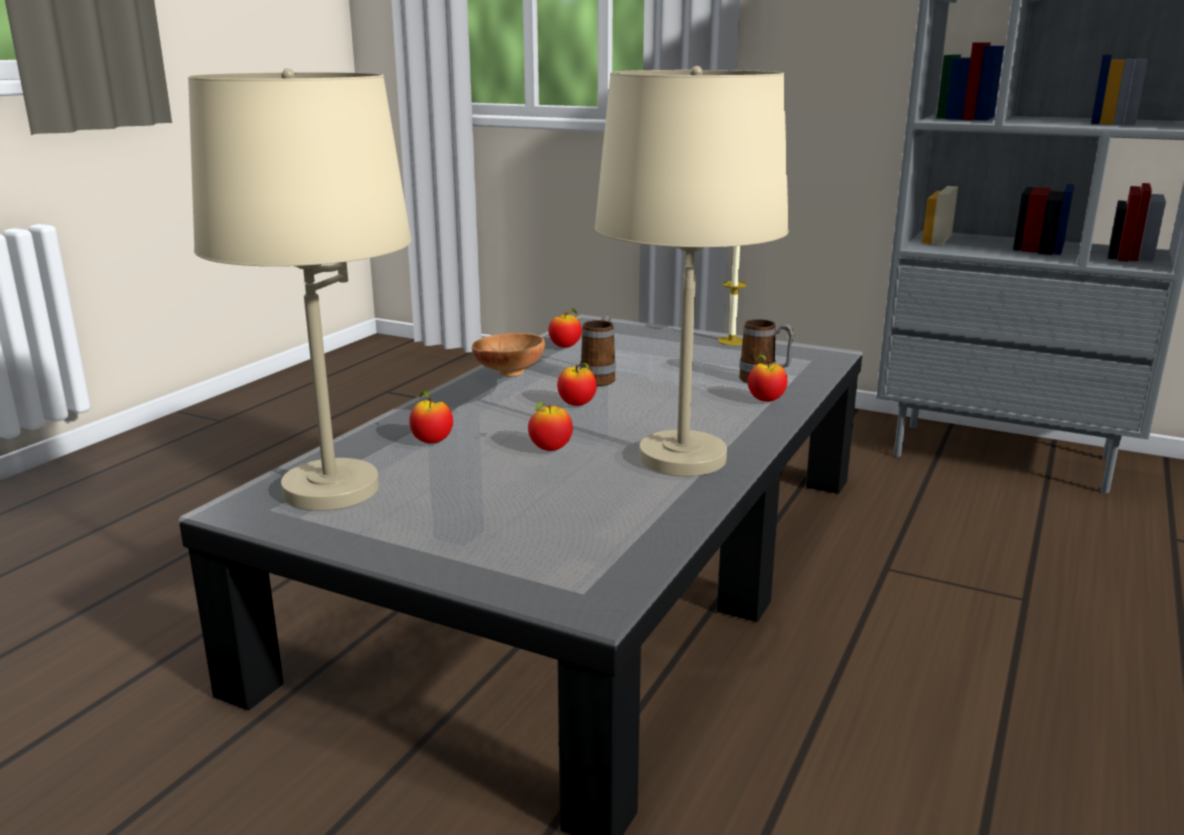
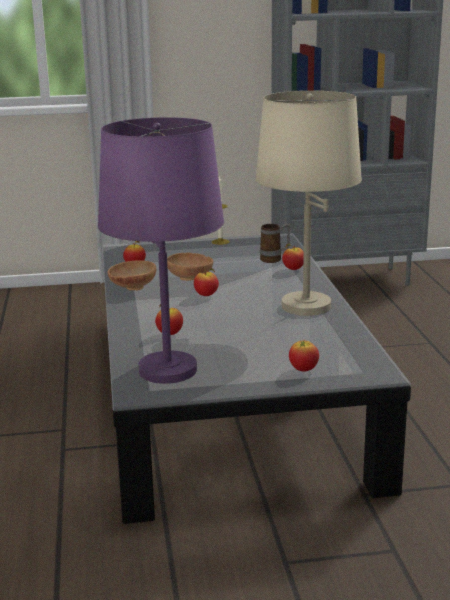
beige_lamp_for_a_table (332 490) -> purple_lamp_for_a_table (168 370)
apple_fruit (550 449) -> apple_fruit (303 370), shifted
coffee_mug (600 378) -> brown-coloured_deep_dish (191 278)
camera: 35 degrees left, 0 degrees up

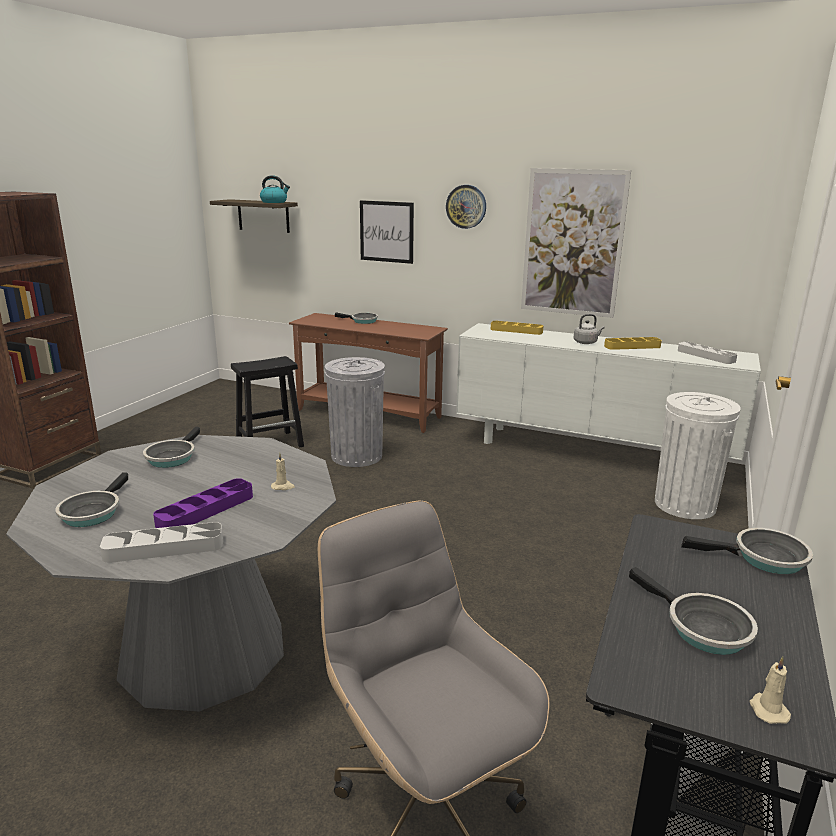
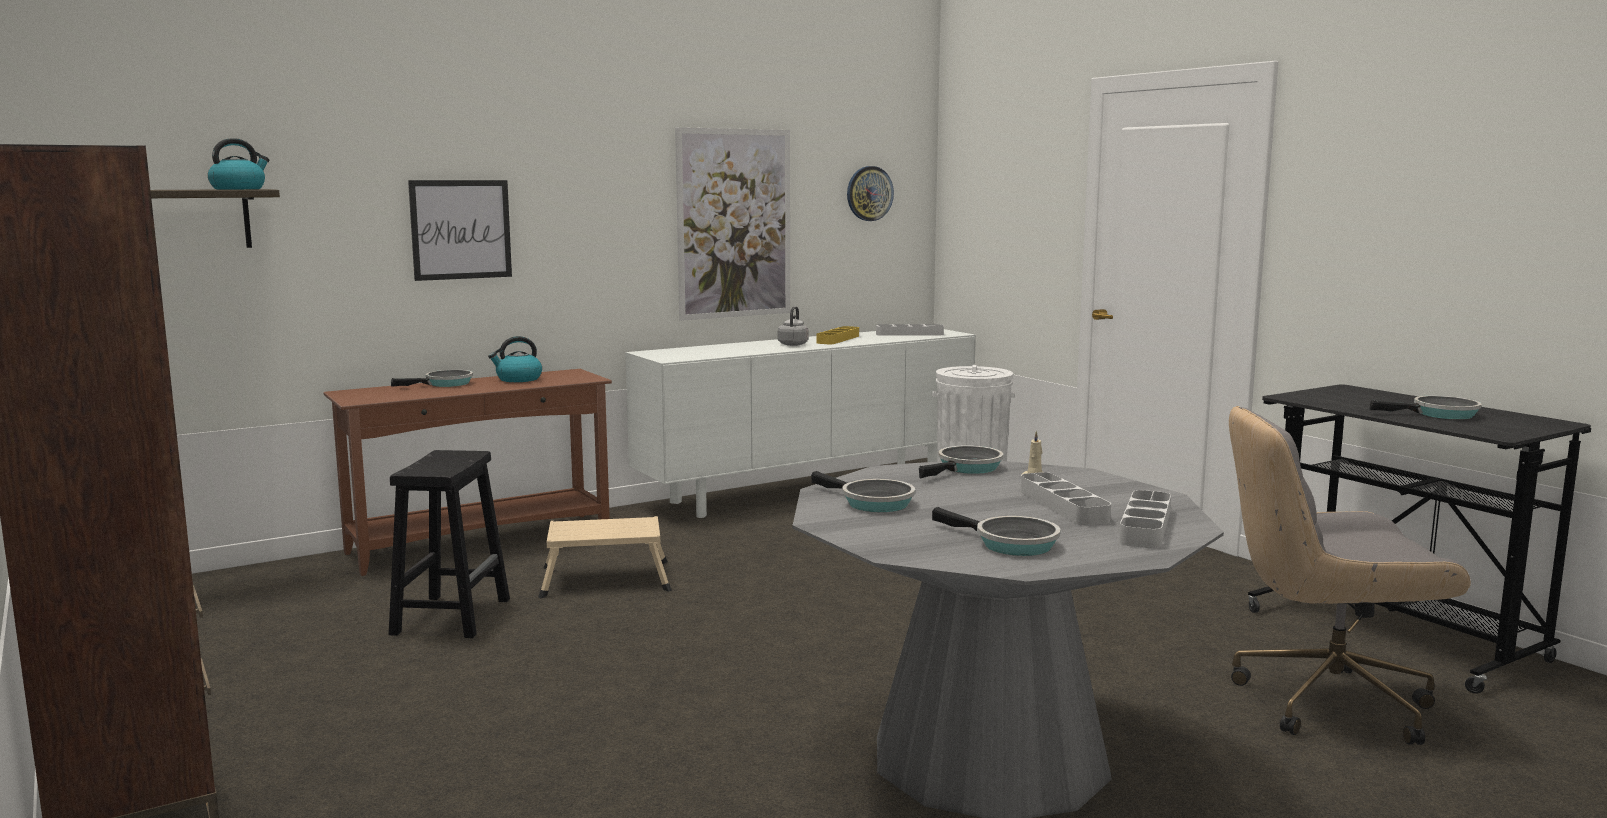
purple_tray (206 510) -> grey_tray (1063 506)
grey_trash_can (357 456) -> beige_stepladder (606 579)
wall_clock (466 206) -> wall_clock (869 193), shifted
yellow_tray (516 330) -> none
frying_pan (763 558) -> frying_pan (967 468), shifted
beige_wax_candle (767 709) -> none
none -> tea_kettle (518 379)
camera: 55 degrees left, 10 degrees down

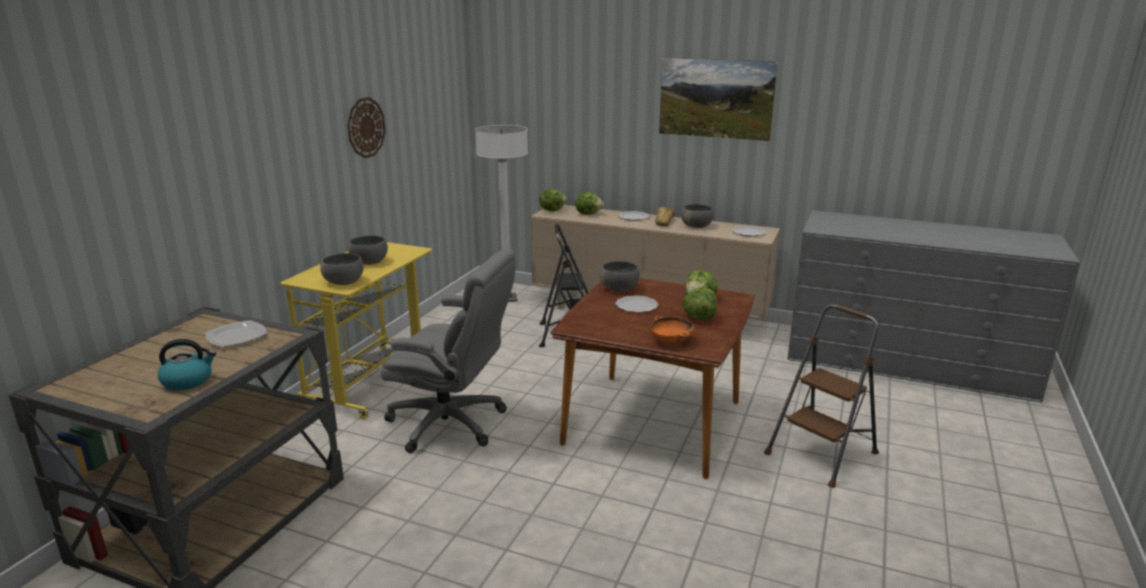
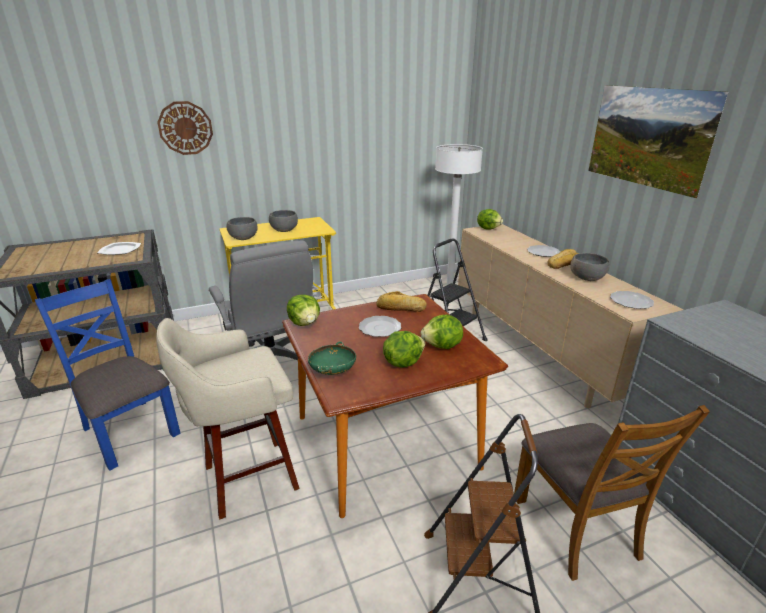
tea_kettle (188 381) -> none
wall_clock (365 127) -> wall_clock (185 128), shifted
lettuce_head (588 214) -> lettuce_head (305 323), shifted
grey_deep_dish (619 289) -> baked_bread (401 308)
orangey_deep_dish (671 341) -> green-coloured_deep_dish (332 371)
none -> bluish_upright_chair (129 431)
none -> beige_stool (246 479)
none -> brown-coloured_upright_chair (576 526)
camera: 45 degrees right, 5 degrees up

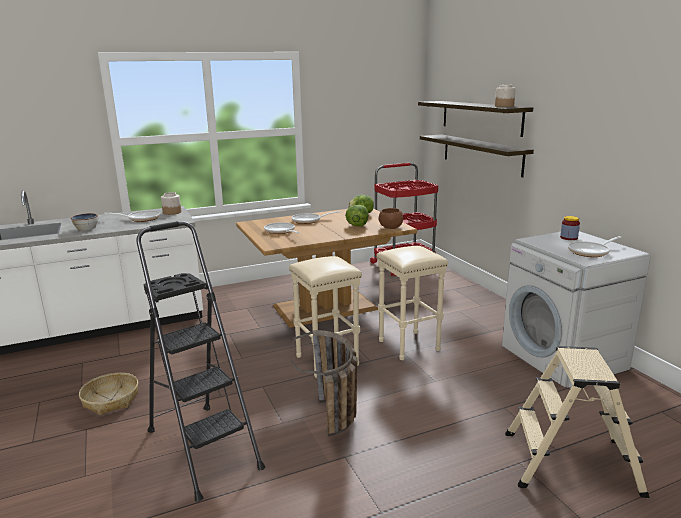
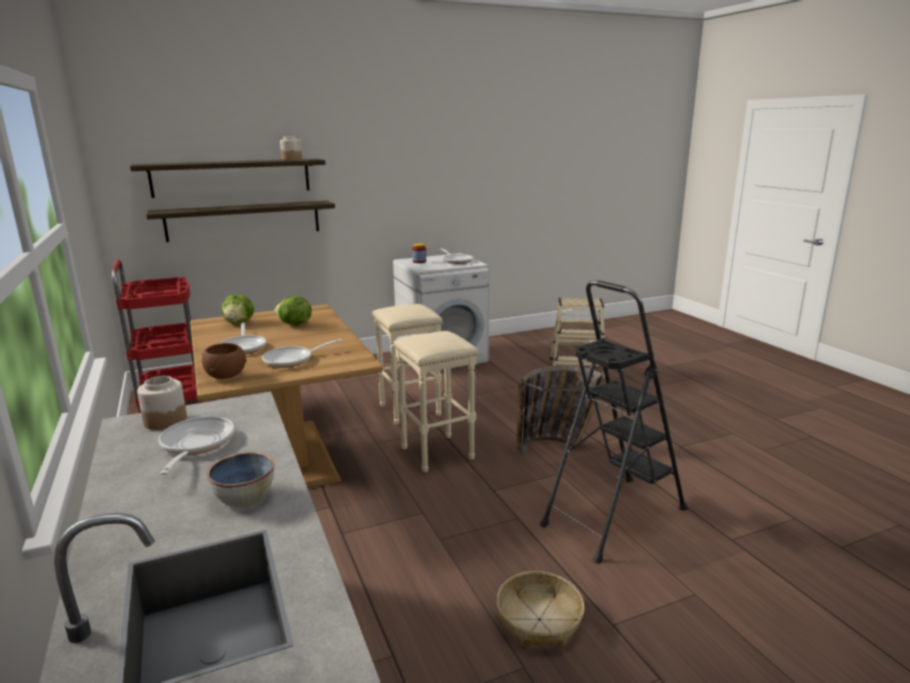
brown-coloured_deep_dish (390 227) -> brown-coloured_deep_dish (225 376), shifted
camera: 90 degrees left, 0 degrees up

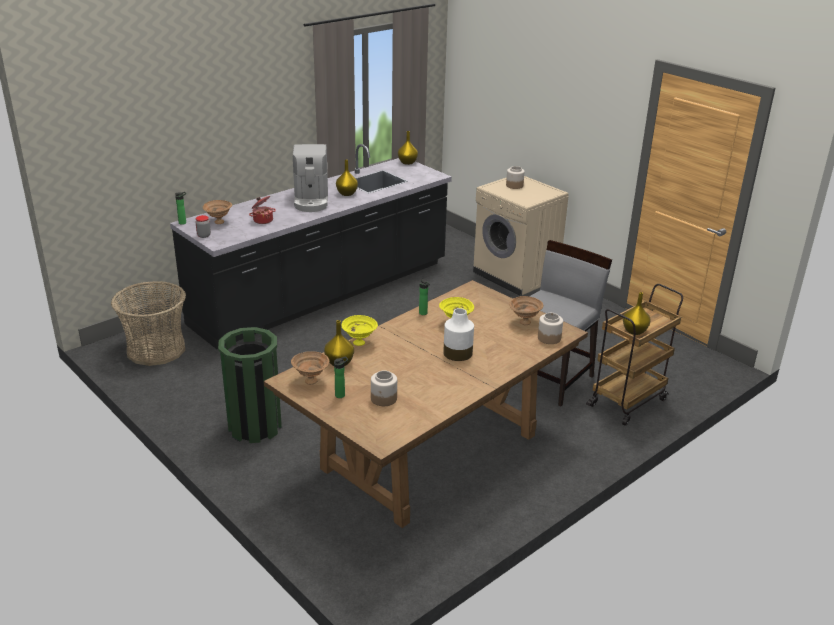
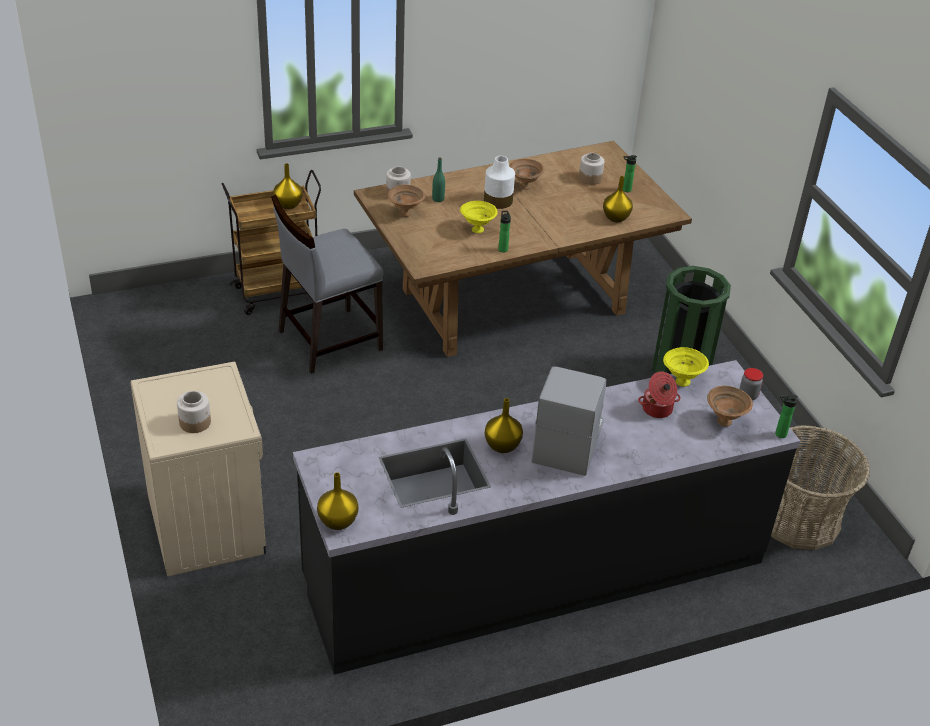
brown-coloured_deep_dish (310 380) -> brown-coloured_deep_dish (525 187), shifted
yellow_deep_dish (360 342) -> yellow_deep_dish (681 382), shifted
none -> green-coloured_bottle (438 199)
camera: 160 degrees left, 10 degrees up

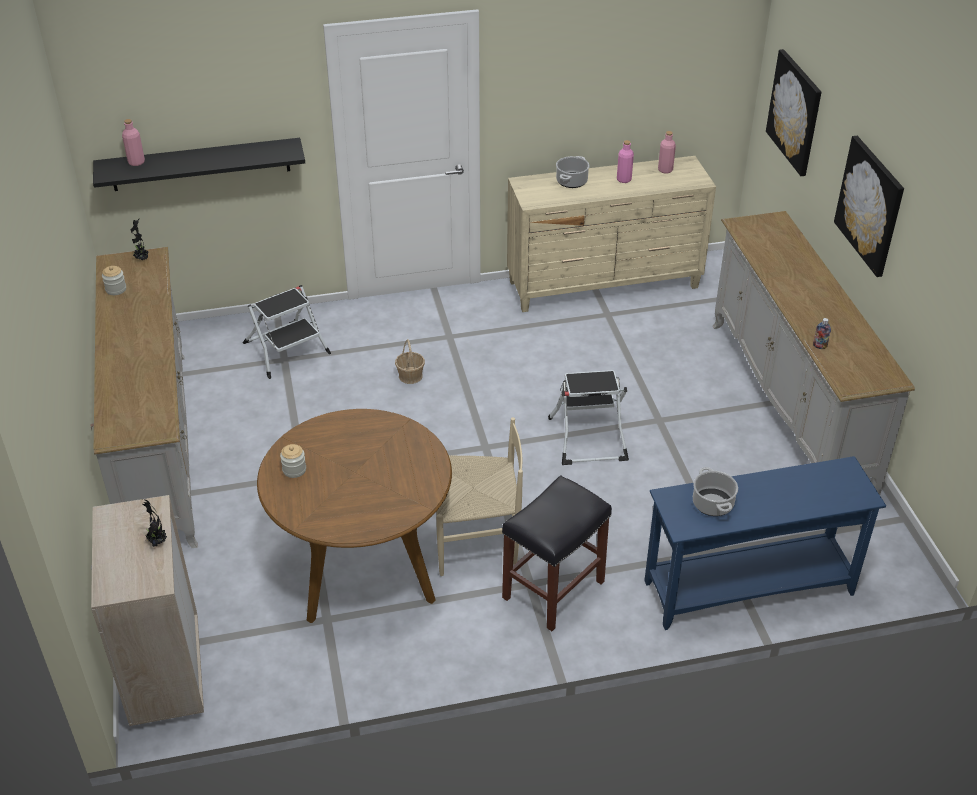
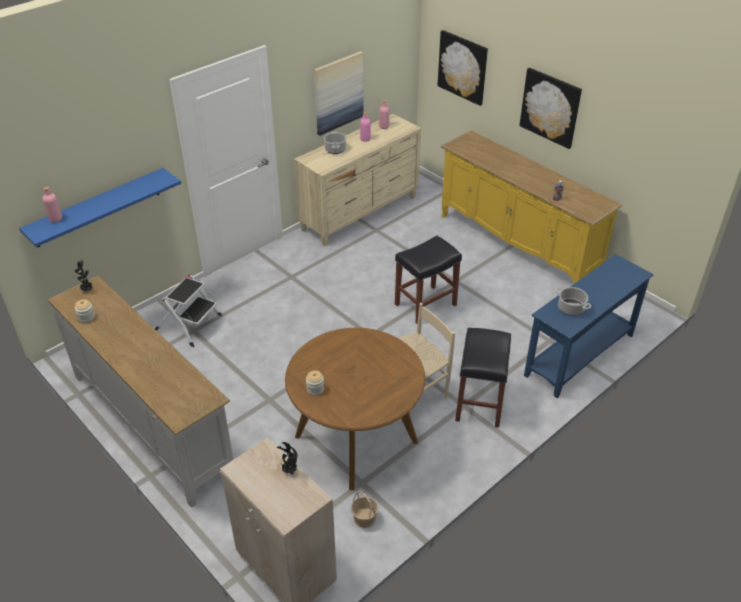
blackish_shelf (200 164) -> bluish_shelf (97 208)
storage_basket (410 376) -> storage_basket (364 518), shifted
stepladder (589 436) -> blackish_stool (425 305)
grey_storage_cabinet (788 404) -> yellow_storage_cabinet (516 246)
none -> wall_art (338 93)
camera: 30 degrees left, 0 degrees up

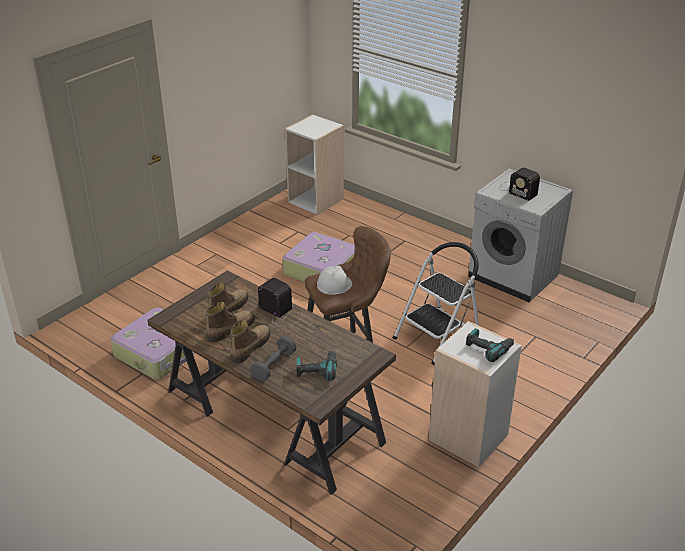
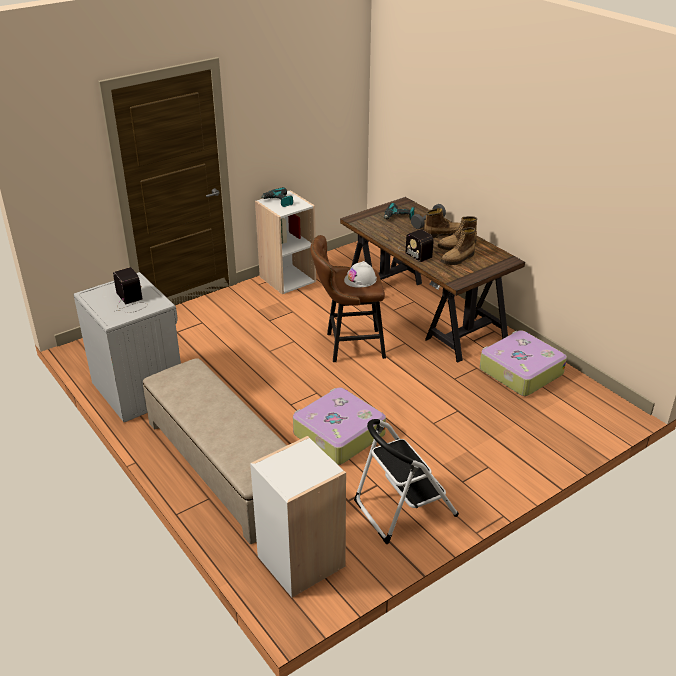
high-top_boot (250 347) -> high-top_boot (443 234), 150 degrees counterclockwise
stepladder (439 336) -> stepladder (402 508), shifted
none -> beige_indoor_bench (223 465)
camera: 165 degrees left, 0 degrees up

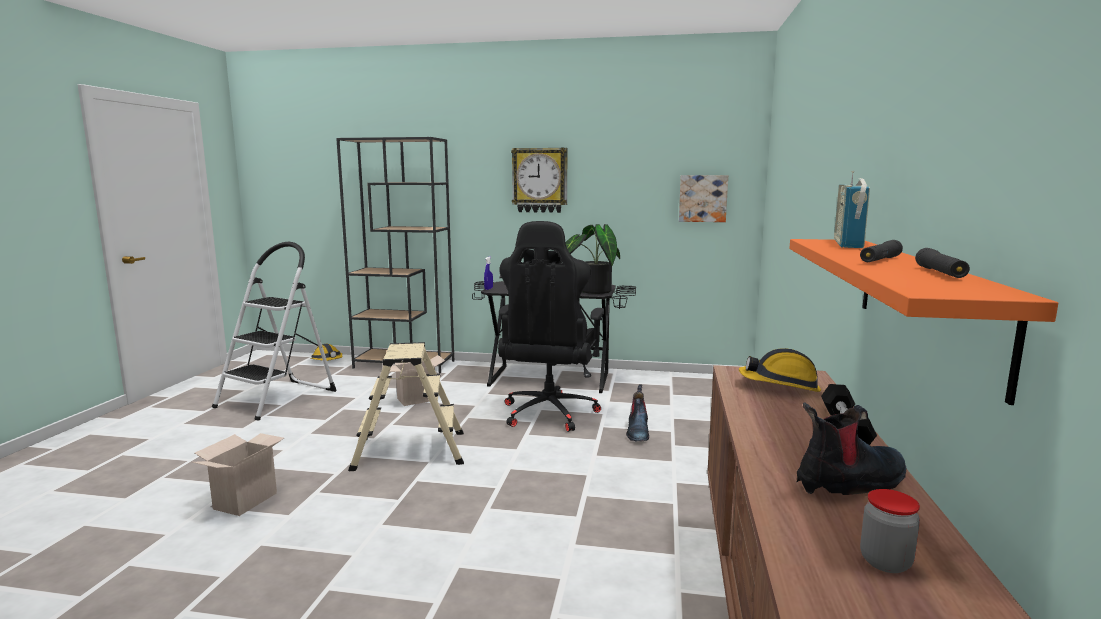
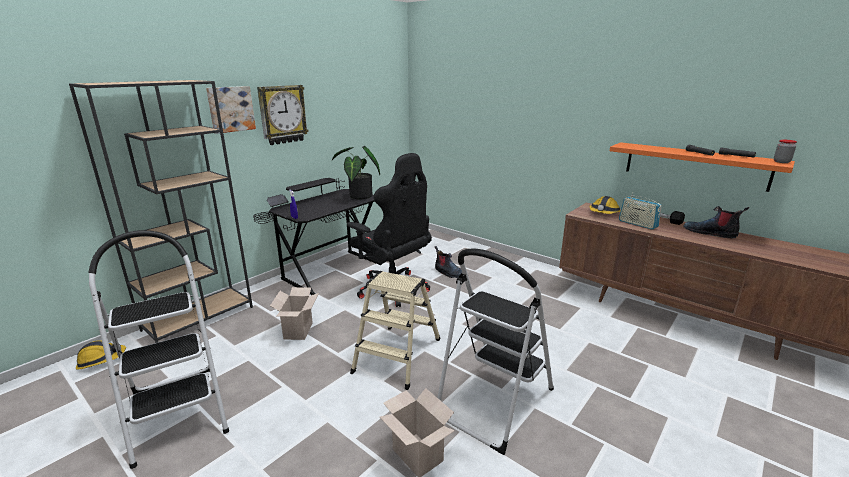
wall_art (702 198) -> wall_art (230 109), shifted
high-top_boot (851 482) -> high-top_boot (710 233), 60 degrees counterclockwise
radio_set (848 244) -> radio_set (637 224), shifted
jar (885 562) -> jar (781 162), shifted
none -> stepladder (493 403)
camera: 60 degrees left, 10 degrees up

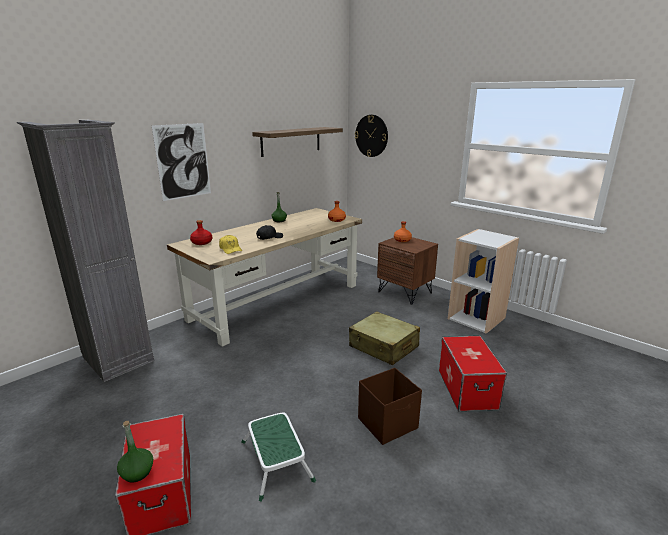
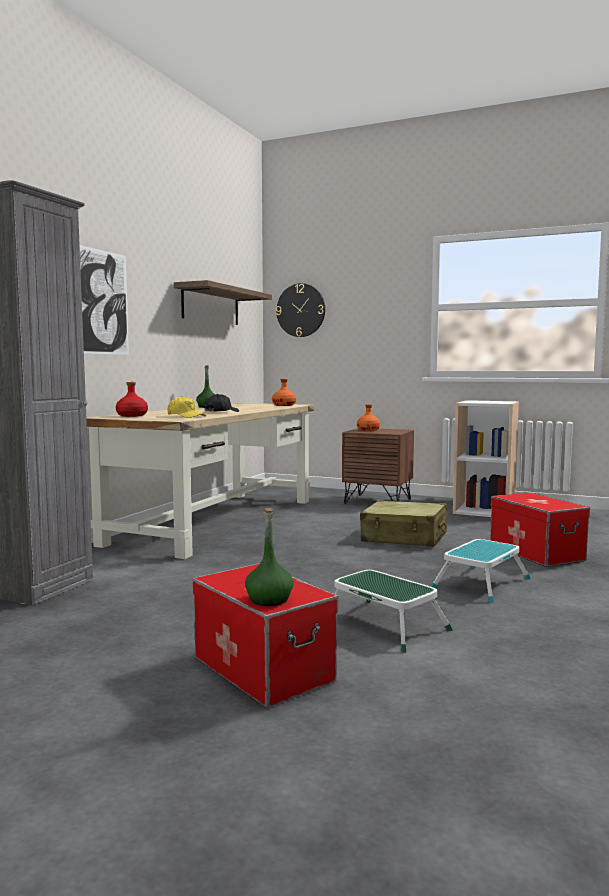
brown-coloured_storage_box (388 423) -> turquoise-coloured_stepladder (482 583)
camera: 20 degrees left, 15 degrees down

